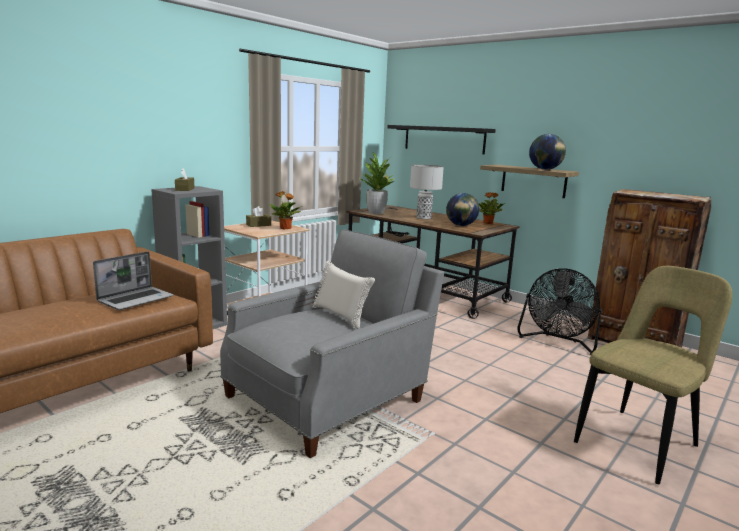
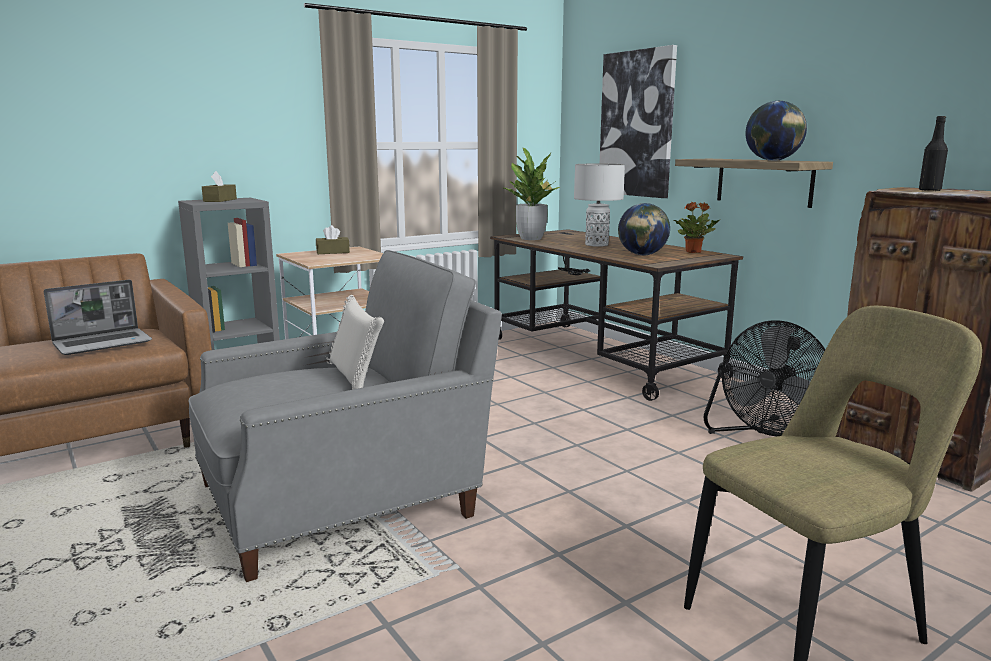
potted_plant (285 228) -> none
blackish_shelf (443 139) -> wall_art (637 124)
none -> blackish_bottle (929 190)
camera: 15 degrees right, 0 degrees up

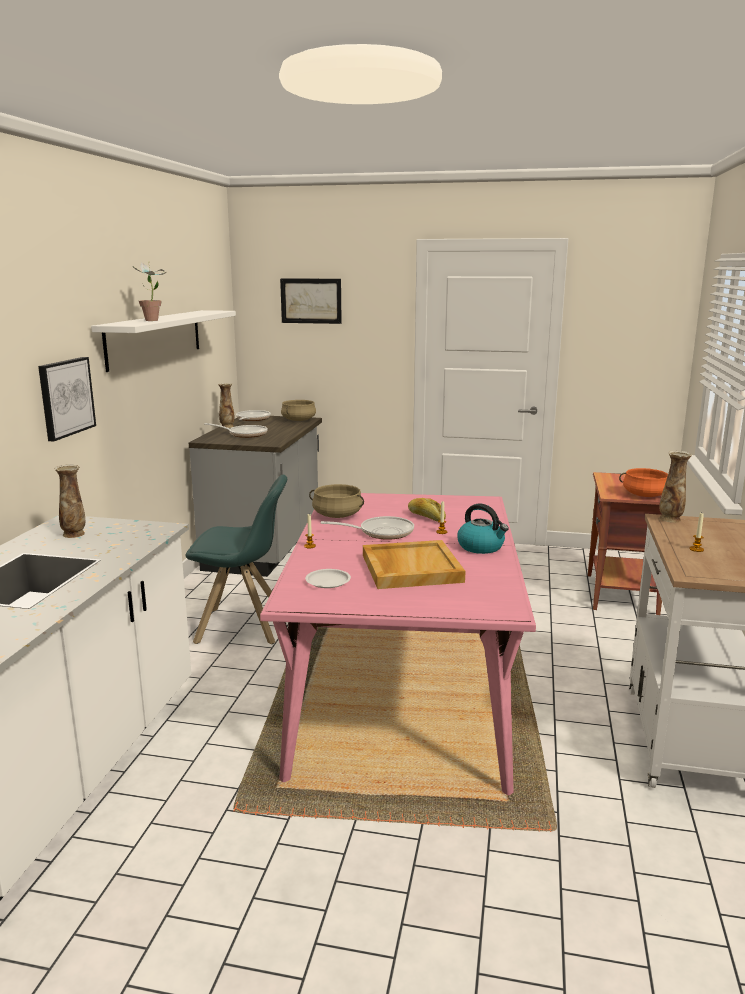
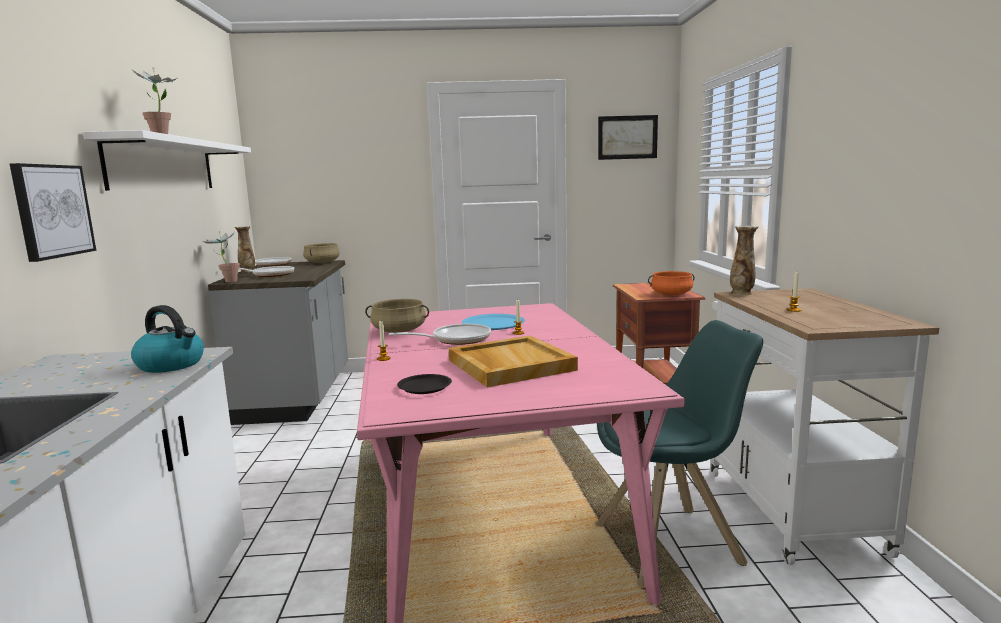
flower_vase (74 534) -> none
turquoise-coloured_upright_chair (242 626) -> turquoise-coloured_upright_chair (669 544), shifted
wall_art (311 301) -> wall_art (627 137), shifted
white-coloured_plate (328 581) -> blackish_plate (424 387)
baked_bread (426 517) -> bluish_plate (493 323)
tea_kettle (481 547) -> tea_kettle (172 365), shifted
none -> potted_plant (226 281)
camera: 15 degrees left, 5 degrees down

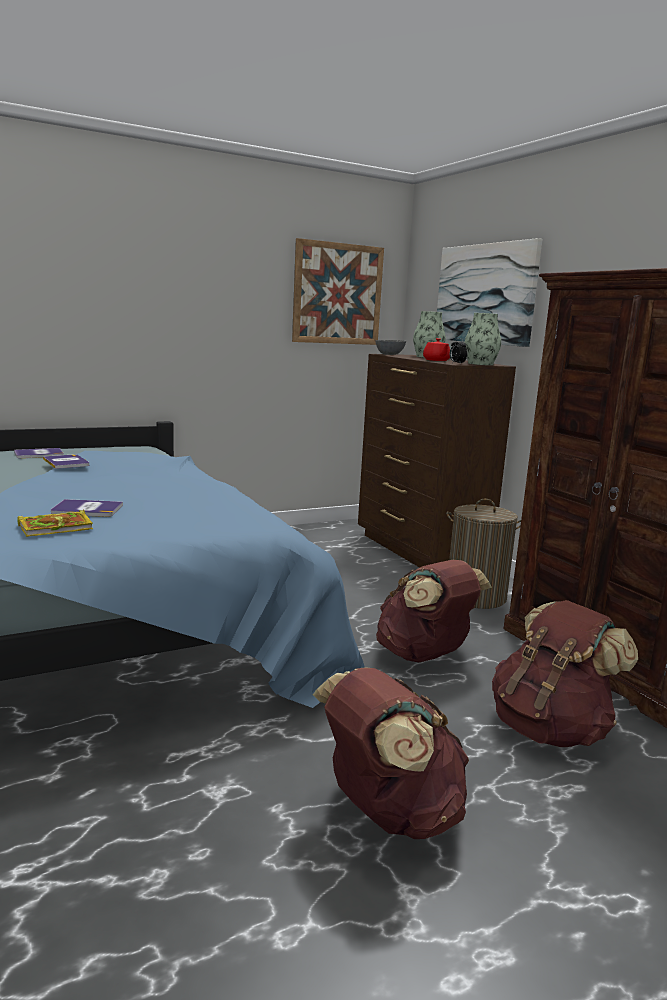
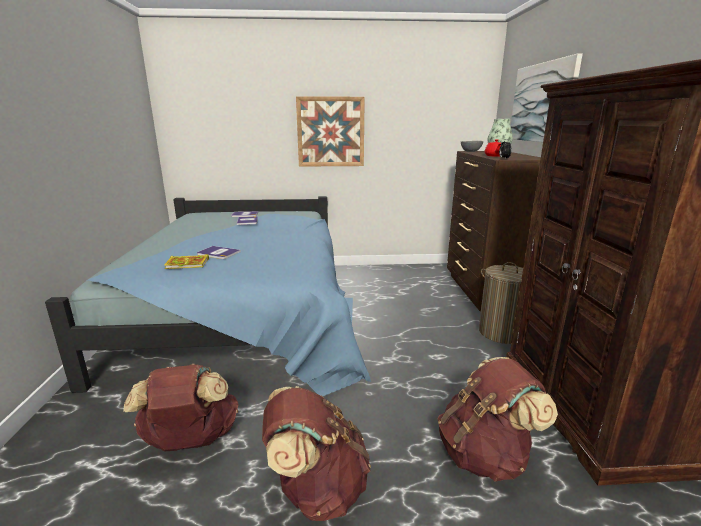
wall_art (337 294) -> wall_art (330 132), shifted
brown-coloured_knapsack (424 655) -> brown-coloured_knapsack (191 441), shifted
flower_vase (480 364) -> none
camera: 25 degrees right, 5 degrees up

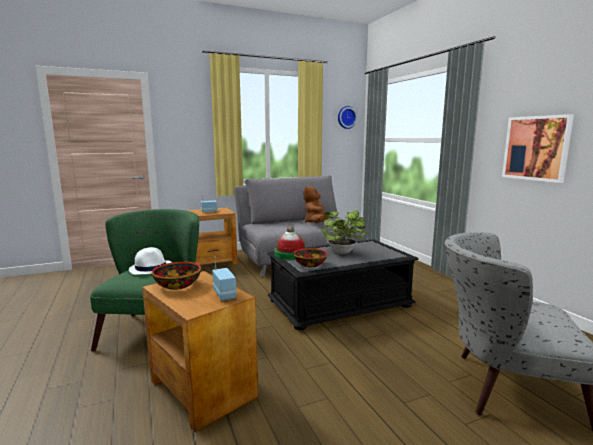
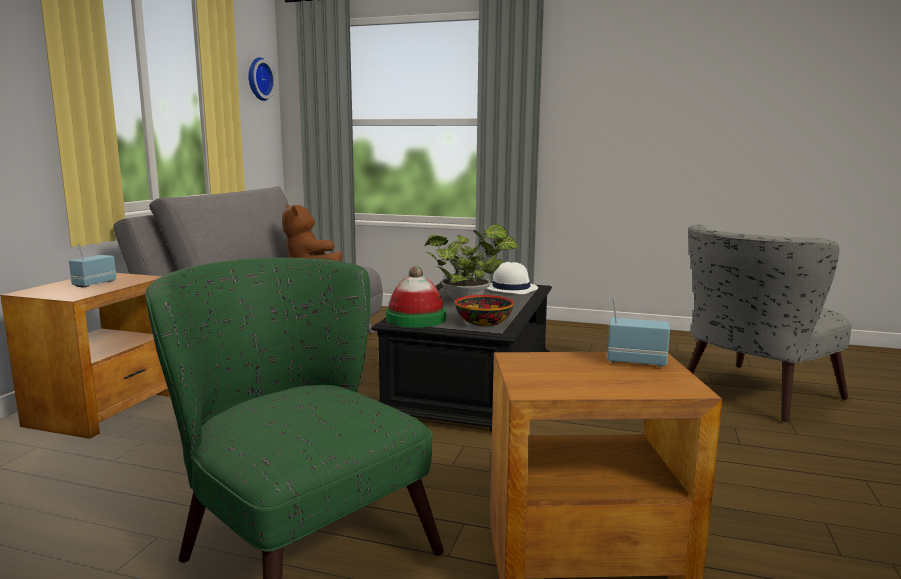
white-coloured_hat (151 268) -> white-coloured_hat (511 288), shifted
deep_dish (177 285) -> none
wall_art (536 148) -> none
camera: 50 degrees left, 0 degrees up

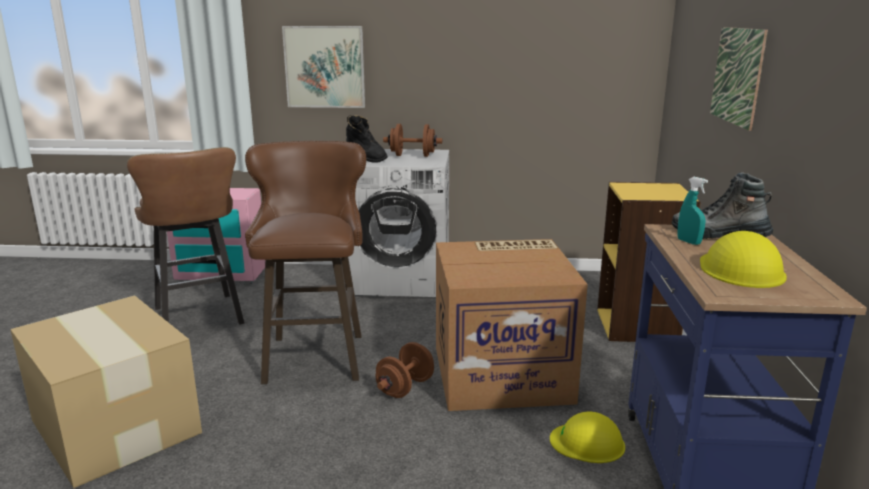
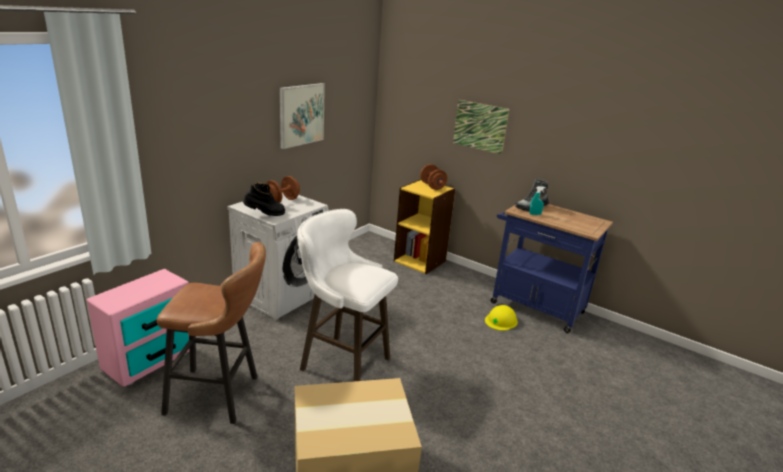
brown-coloured_stool (315 355) -> white-coloured_stool (342 362)
wall_art (324 67) -> wall_art (301 115), shifted
brown-coloured_free_weight (405 387) -> brown-coloured_free_weight (432 186), shifted
carton (502 372) -> none
yellow_safety_helmet (741 269) -> none
camera: 60 degrees left, 5 degrees up

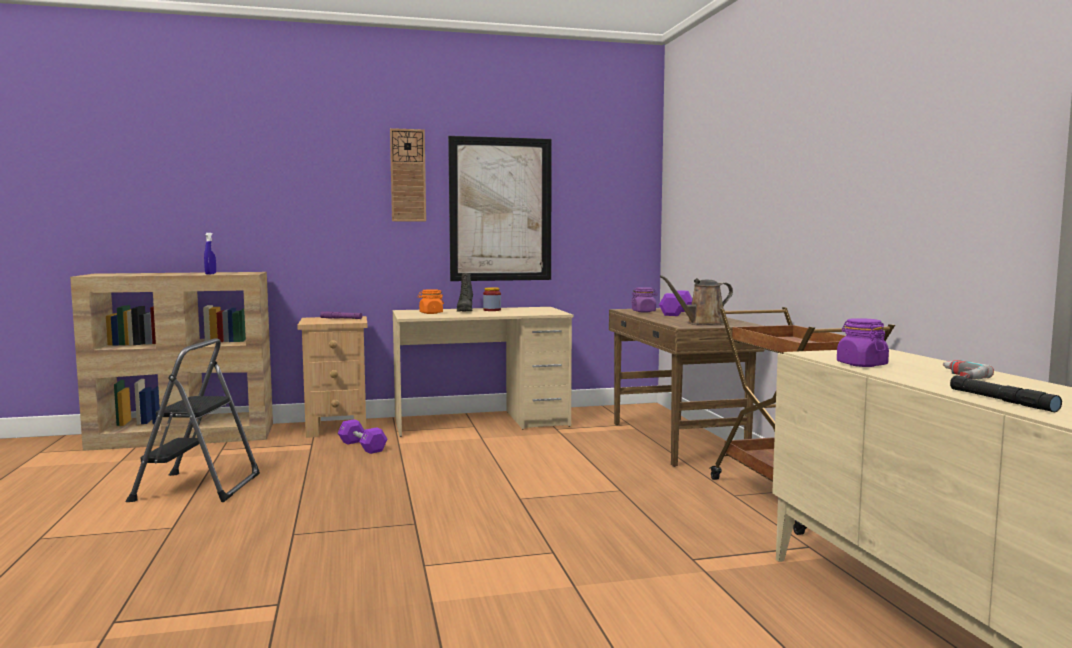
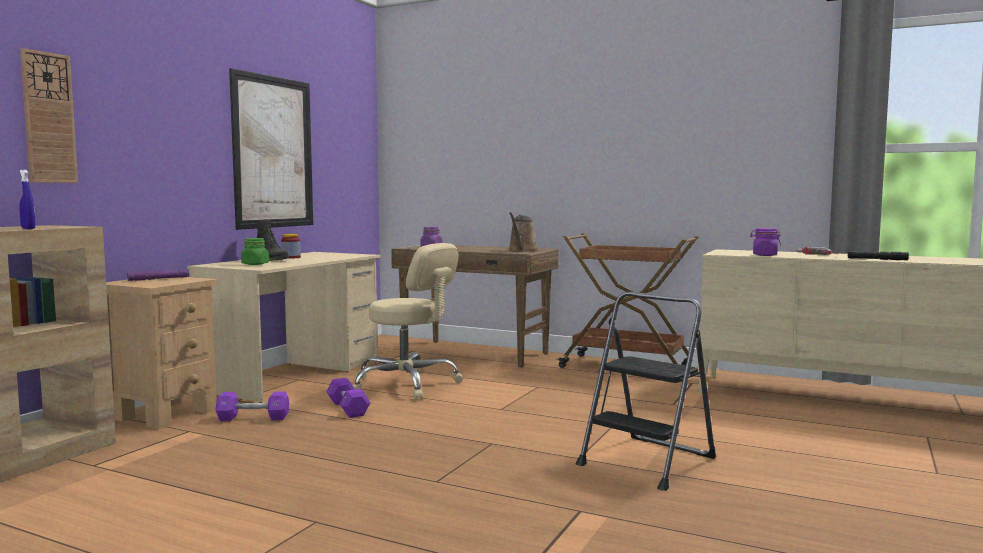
blackish_stepladder (201 487) -> blackish_stepladder (650 459), shifted
wall_clock (408 175) -> wall_clock (48 118), shifted
orangey_jar (431 313) -> green-coloured_jar (255 264)
purple_free_weight (676 313) -> purple_free_weight (348 408), shifted
none -> beige_computer_chair (409 385)
camera: 50 degrees left, 0 degrees up

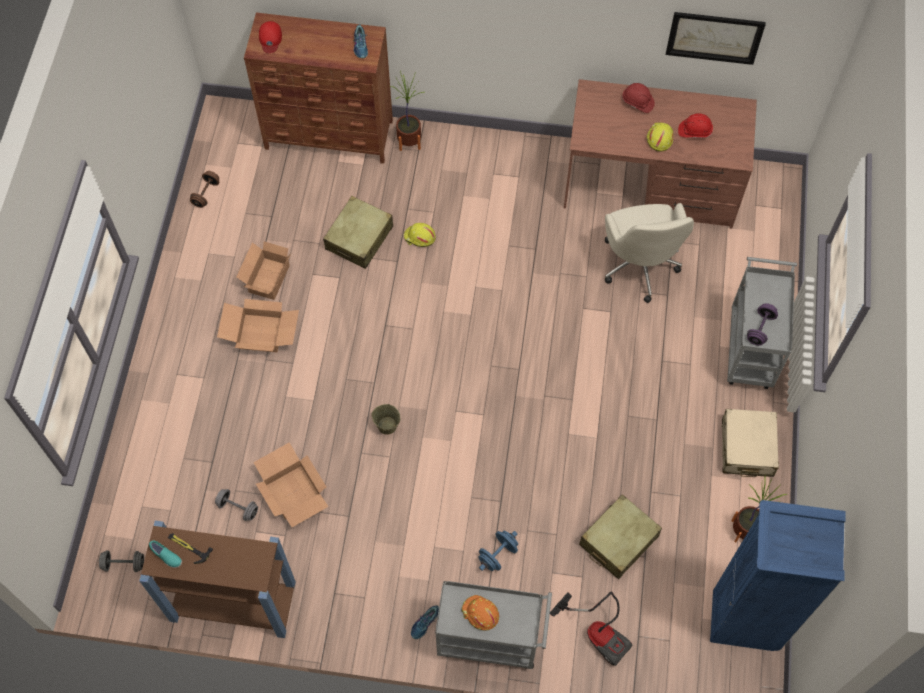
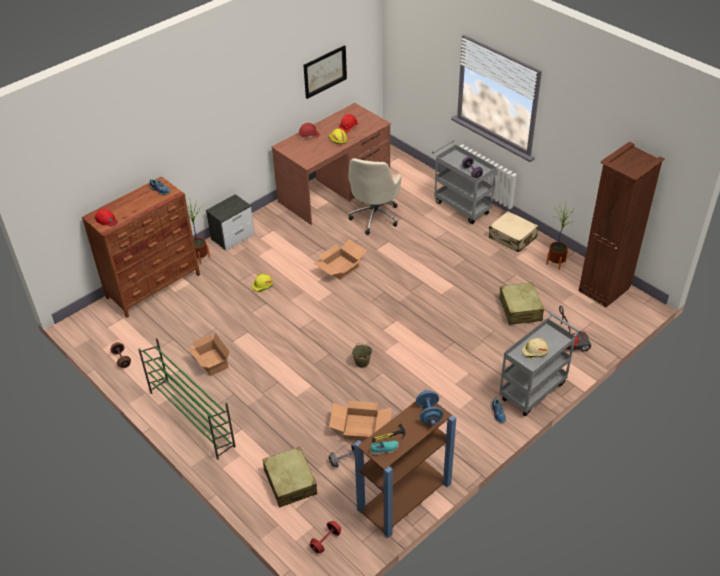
grey_free_weight (124 564) -> red-coloured_free_weight (326 541)
carton (262 332) -> carton (340 267), shifted
beige_travel_case (359 238) -> beige_travel_case (290 482), shifted
orangey_safety_helmet (480 614) -> beige_safety_helmet (535 352)
bluish_free_weight (498 555) -> bluish_free_weight (429 414), shifted
beige_computer_chair (639 265) -> beige_computer_chair (374 217), 75 degrees clockwise
bluish_storage_cabinet (744 621) -> brown-coloured_storage_cabinet (604 289)
none -> green-coloured_shoe_stand (191 418)
none -> nightstand (233 236)
camera: 50 degrees left, 20 degrees down

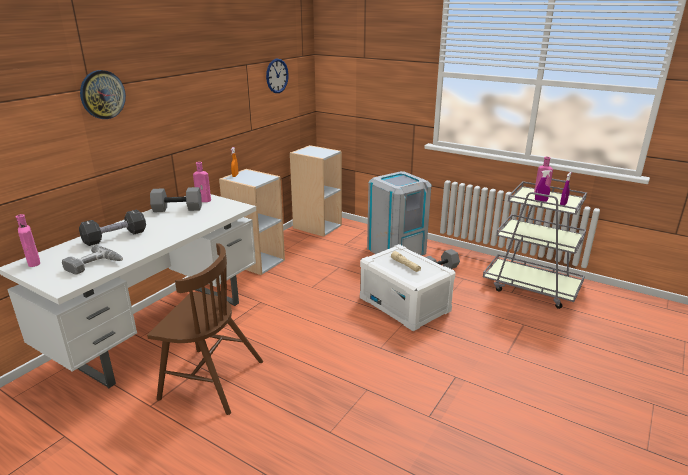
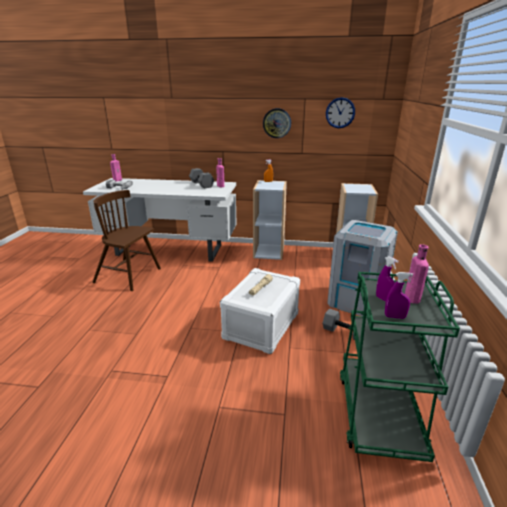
blackish_free_weight (115 237) -> none
wall_clock (102 94) -> wall_clock (277 123), shifted
brown-coloured_upright_chair (207 378) -> brown-coloured_upright_chair (131 276), 120 degrees clockwise
grey_cart (531 287) -> green-coloured_cart (379 412)
camera: 65 degrees right, 0 degrees up

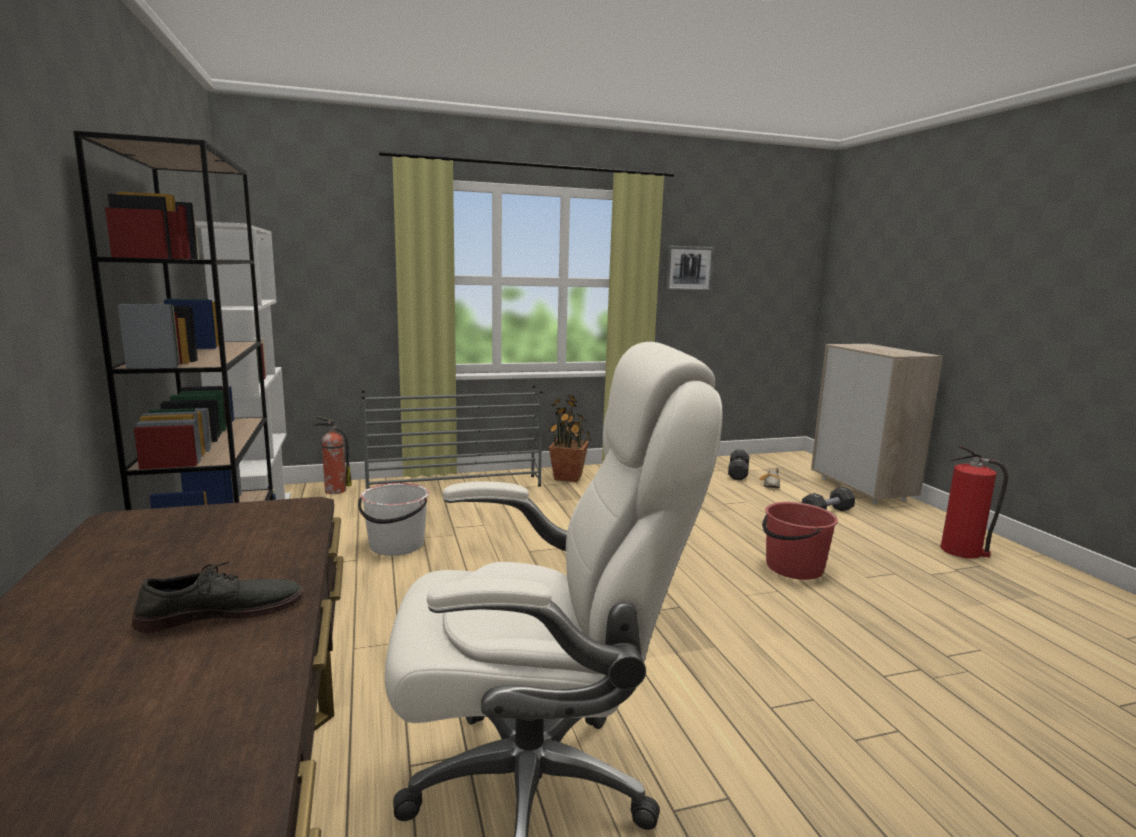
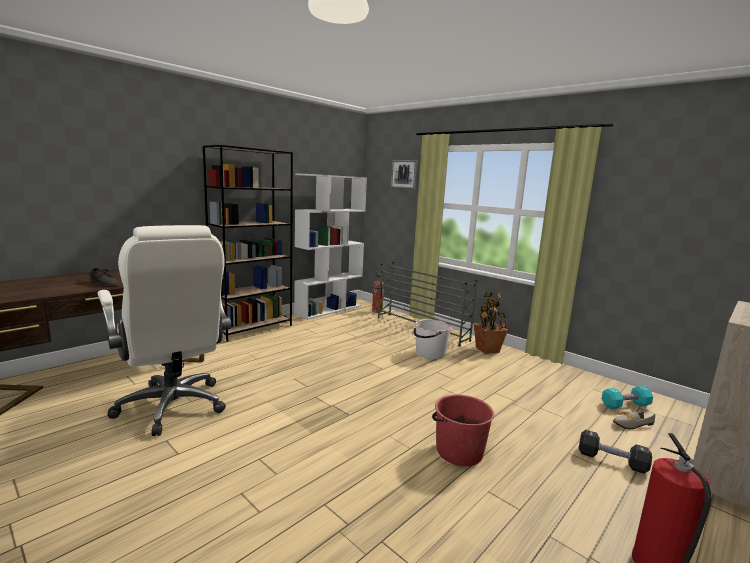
white-coloured_water_bucket (396 545) -> white-coloured_water_bucket (430 353), shifted
wall_art (688 269) -> wall_art (404 174), shifted
blackish_free_weight (738 473) -> turquoise-coloured_free_weight (625 405)
camera: 60 degrees right, 0 degrees up

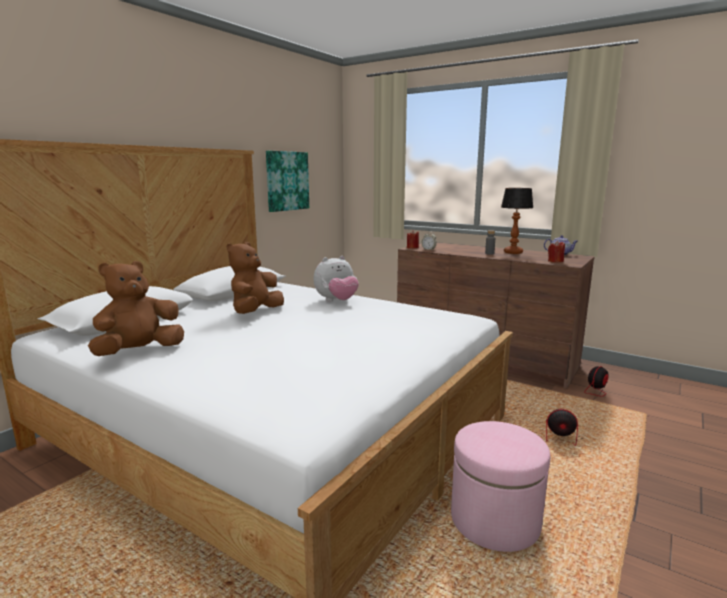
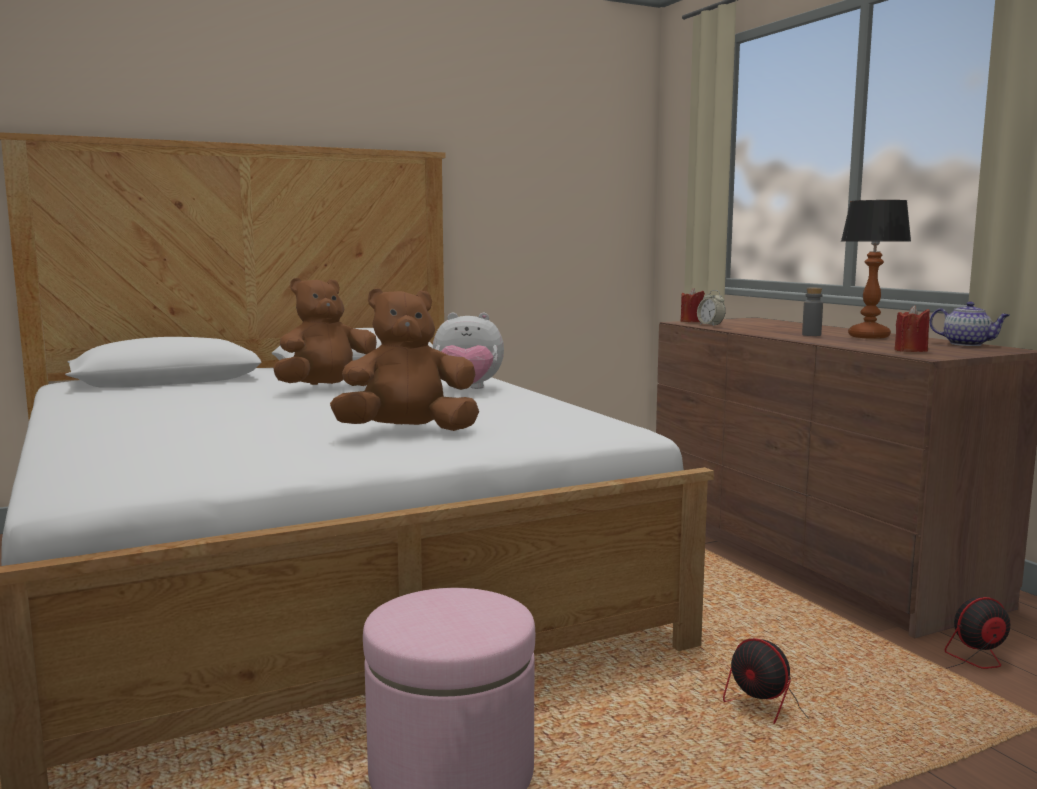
brown-coloured_cuddly_toy (139 352) -> brown-coloured_cuddly_toy (407 432), shifted
wall_art (287 181) -> none
camera: 30 degrees right, 5 degrees down

